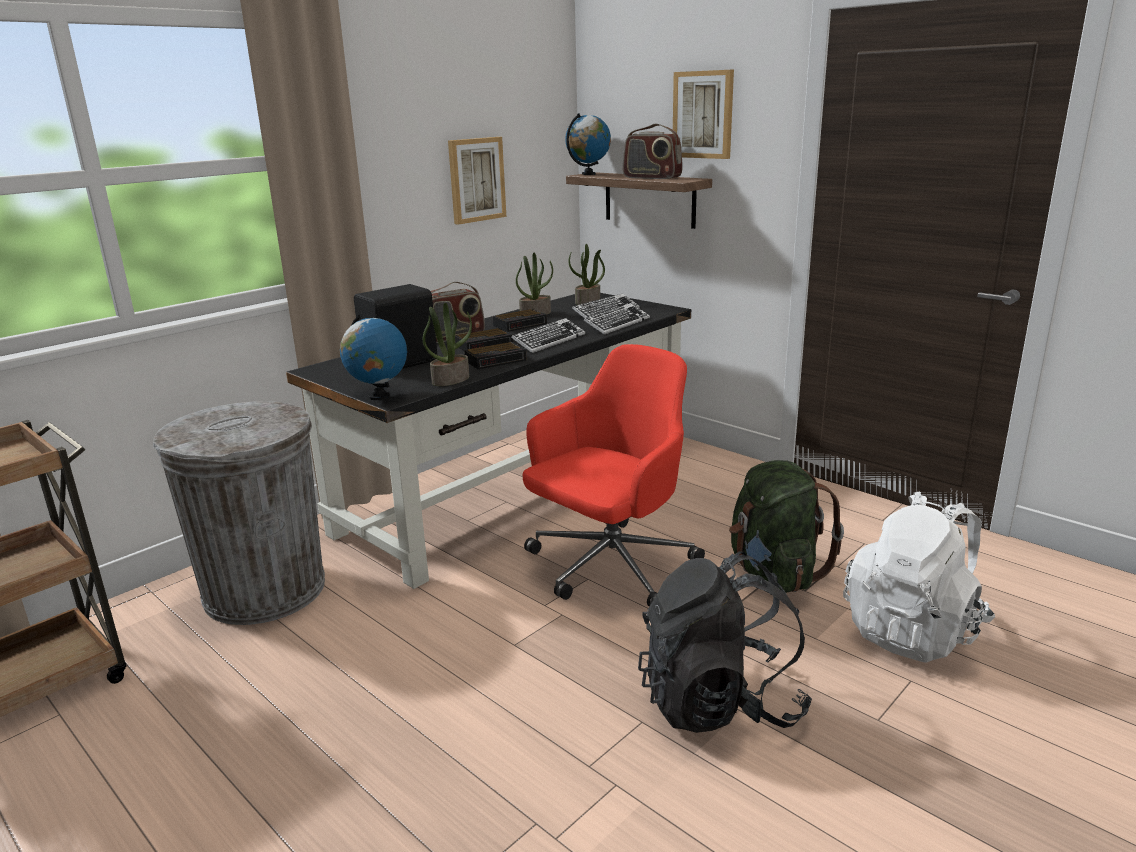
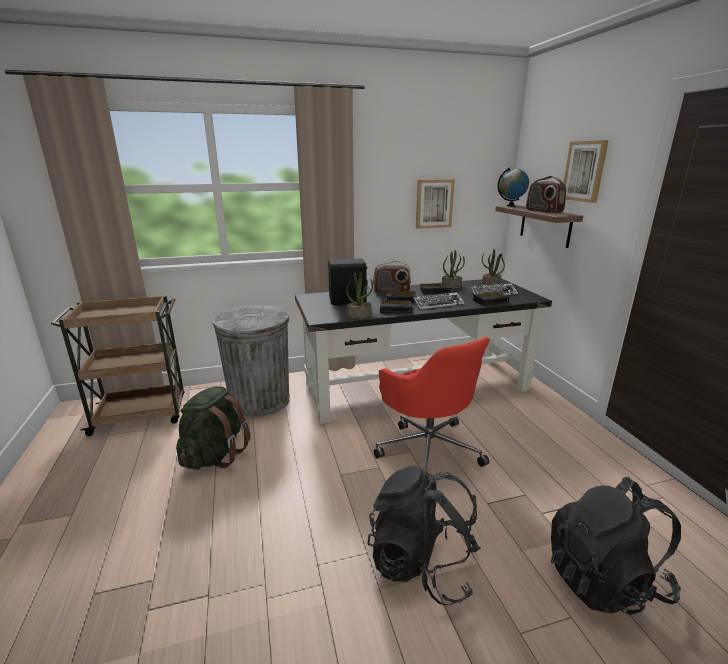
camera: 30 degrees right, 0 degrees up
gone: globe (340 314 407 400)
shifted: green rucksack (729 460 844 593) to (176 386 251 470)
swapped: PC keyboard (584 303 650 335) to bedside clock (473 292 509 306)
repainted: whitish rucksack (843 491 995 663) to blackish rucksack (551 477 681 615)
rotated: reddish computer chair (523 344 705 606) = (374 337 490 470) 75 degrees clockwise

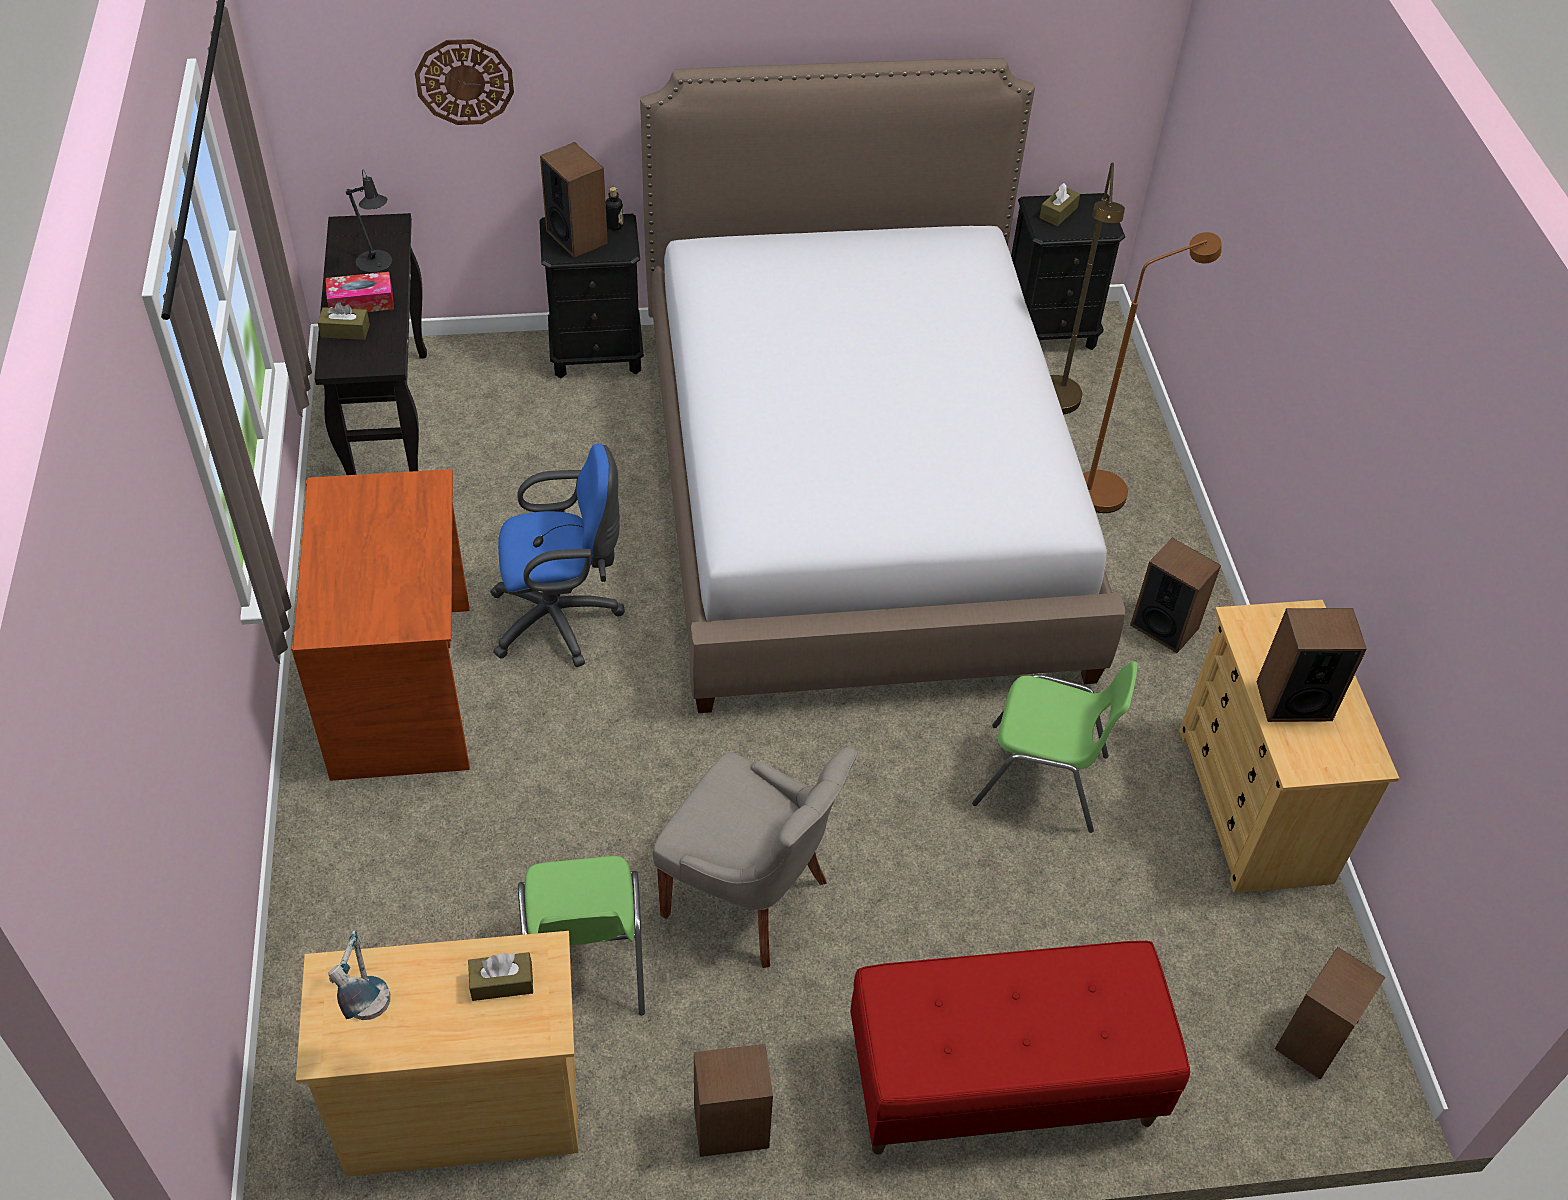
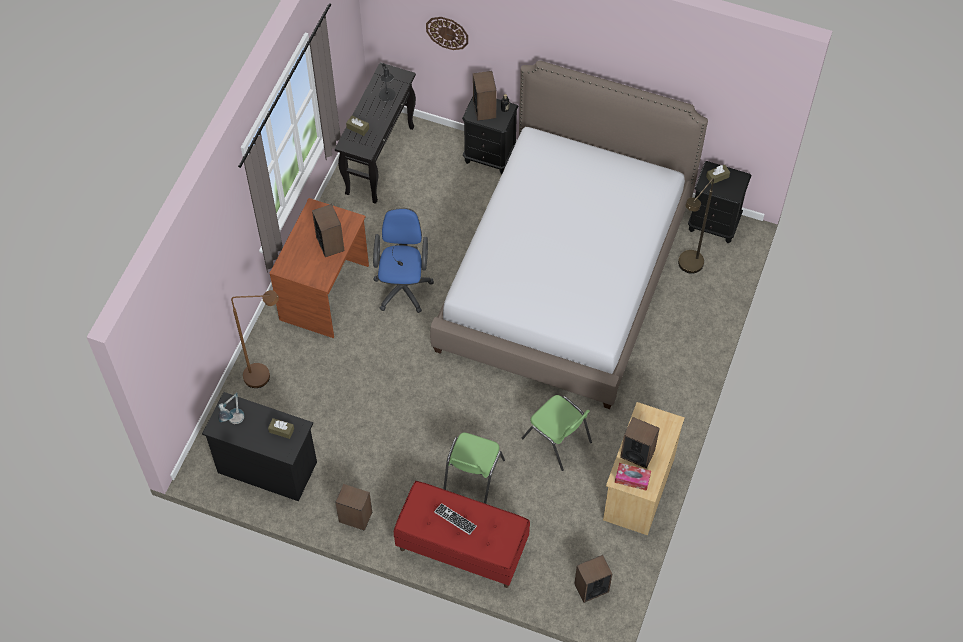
camera: 30 degrees right, 10 degrees up
gone: gray plain chair (653 747 858 968)
new: PC keyboard (434 503 477 535)
shifted: brown standing lamp (1083 232 1221 513) to (231 290 279 388); tissue box (326 272 394 312) to (615 463 651 491); speaker (1130 537 1221 653) to (312 204 345 257); green plain chair (518 856 645 1015) to (443 433 505 504)
repainted: sand-coloured drawer chest (296 931 579 1177) to blackish drawer chest (202 392 317 501)
rotated: blue computer chair (490 444 625 667) = (373 208 434 313) 105 degrees counterclockwise

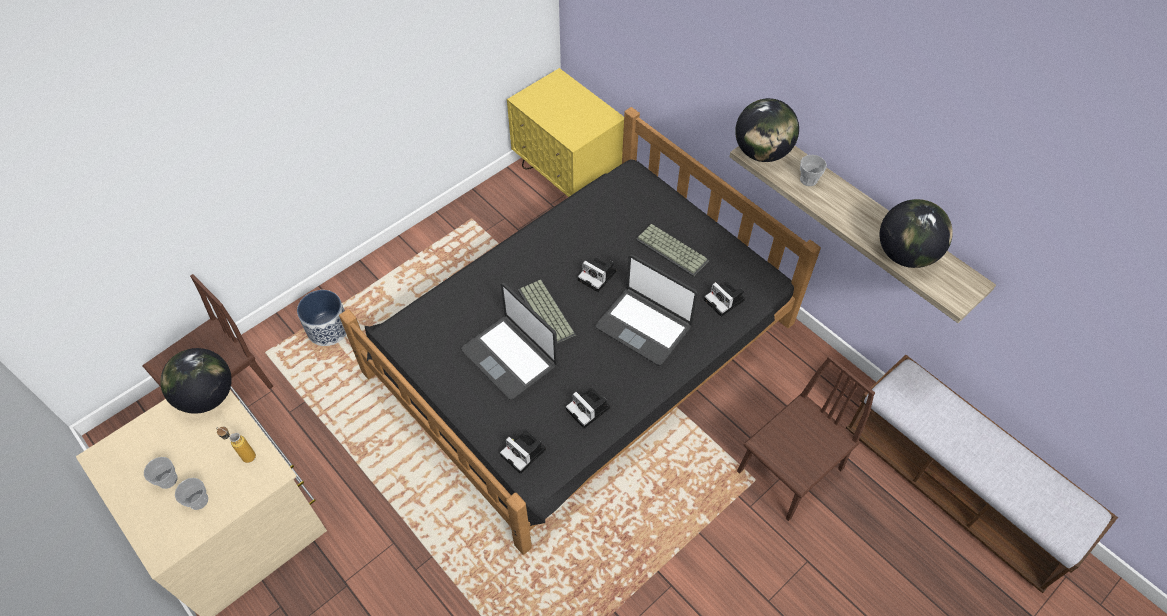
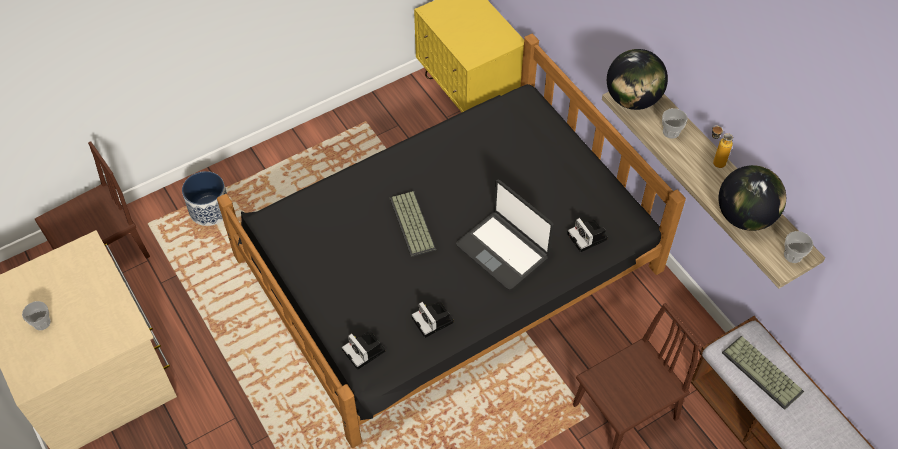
camera: 10 degrees right, 0 degrees up
gone: photo camera (578 258 616 292); portable computer (461 283 558 400); globe (160 348 232 414)
shifted: PC keyboard (635 224 709 277) to (722 336 804 410); bottle (216 427 256 463) to (712 125 733 168); cup (175 478 208 510) to (784 231 813 263)

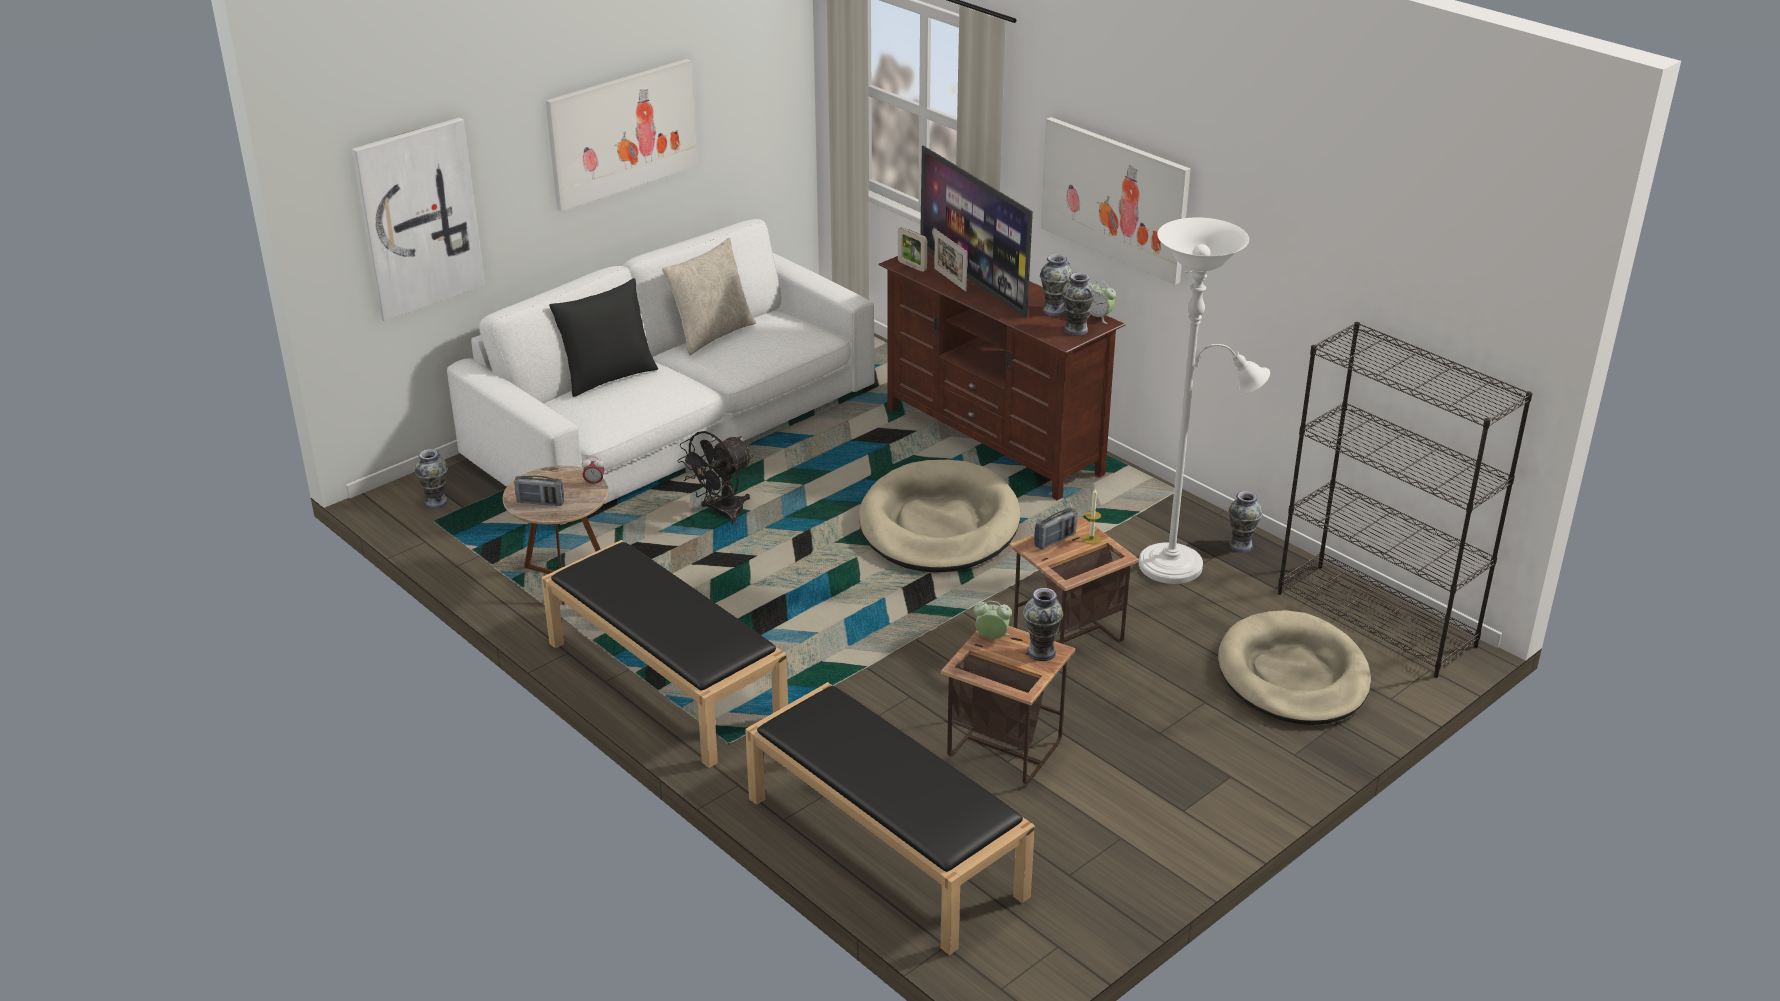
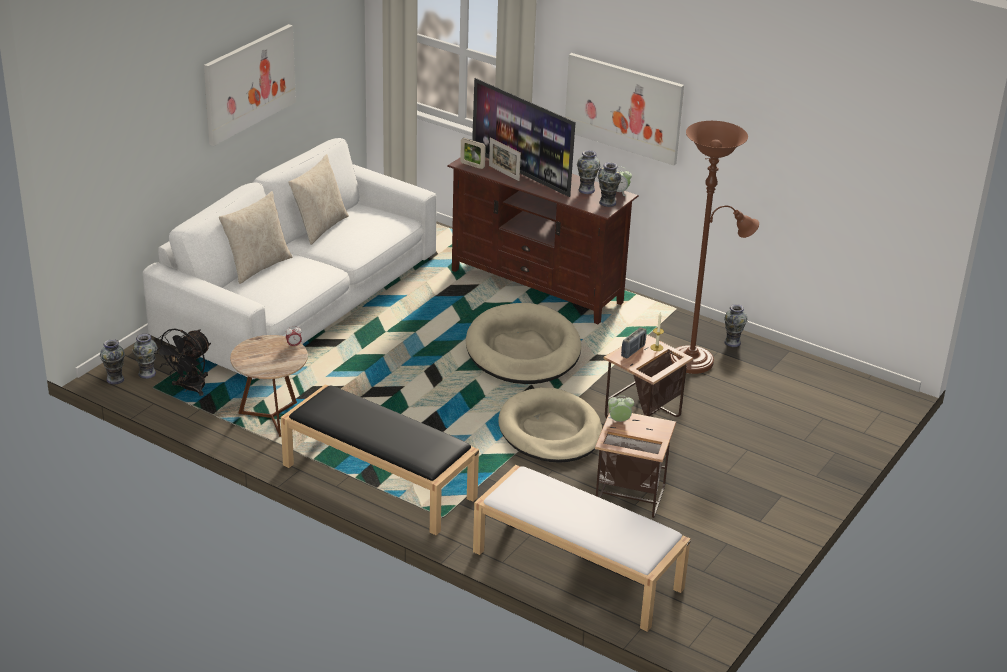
camera: 15 degrees left, 0 degrees up
gone: picture (352 117 485 321); blackish bookshelf (1278 322 1532 677); radio set (514 475 564 506)
shifted: blackish cooling fan (677 431 753 524) to (154 329 211 396); flower vase (1023 588 1063 661) to (100 339 125 384); sand-coloured dog bed (1218 610 1371 725) to (498 387 602 463)
repainted: whitish standing lamp (1139 217 1270 584) to brown standing lamp (670 121 759 374); blackish throw pillow (549 278 658 397) to sand-coloured throw pillow (219 191 293 284); blackish indoor bench (745 682 1035 955) to whitish indoor bench (473 465 691 632)

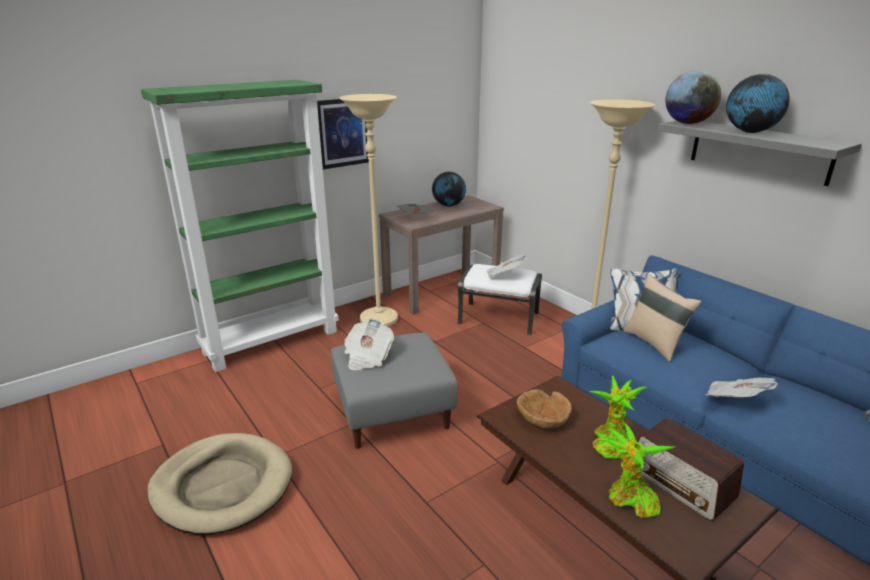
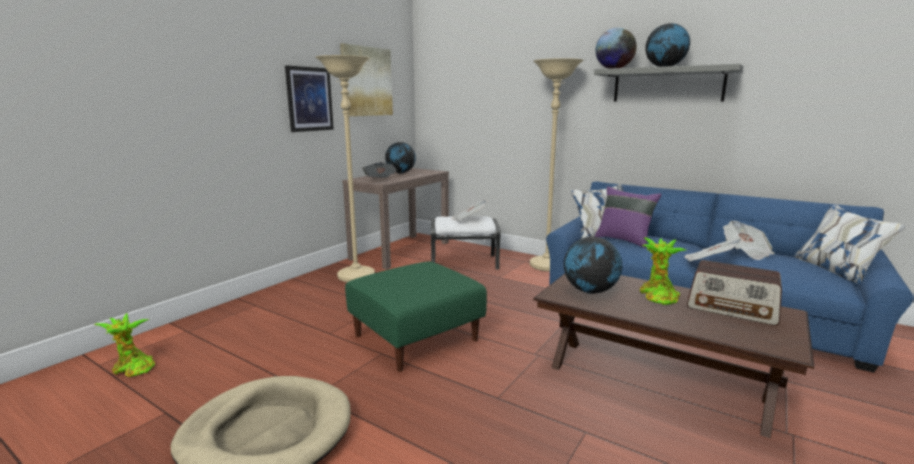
camera: 20 degrees left, 10 degrees down
gone: green bookshelf (141 80 339 372)
new: picture (340 43 393 116)
shifted: newspaper (344 318 394 370) to (723 221 775 260); potted plant (599 423 675 518) to (94 313 155 377)
swapped: brown bowl (517 389 572 429) to globe (564 237 622 294)
repainted: sand-coloured throw pillow (623 274 702 362) to purple-coloured throw pillow (595 186 661 248); gray ottoman (331 333 458 449) to green ottoman (345 262 487 372)

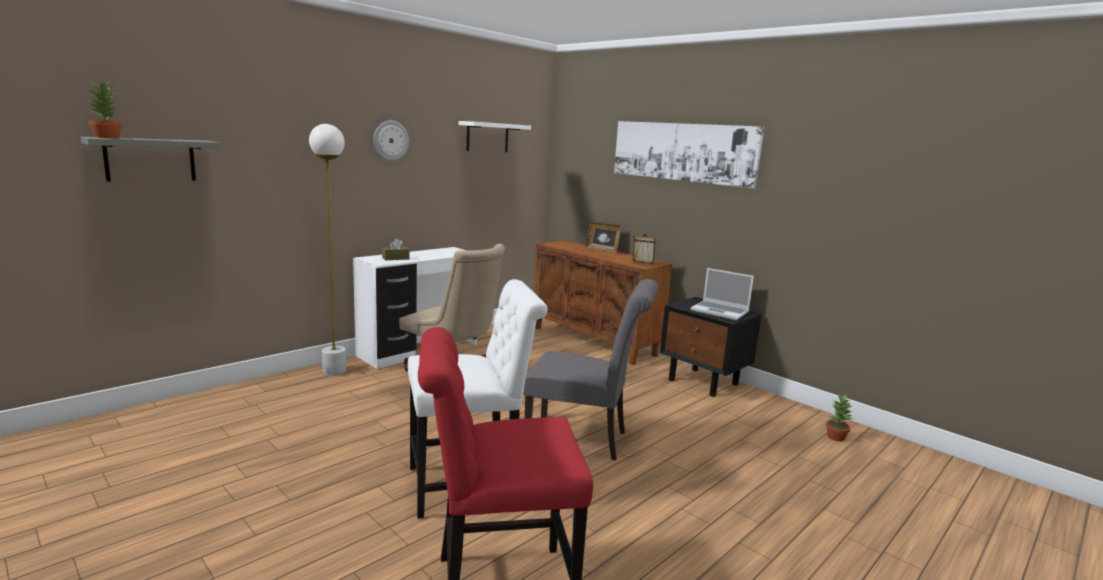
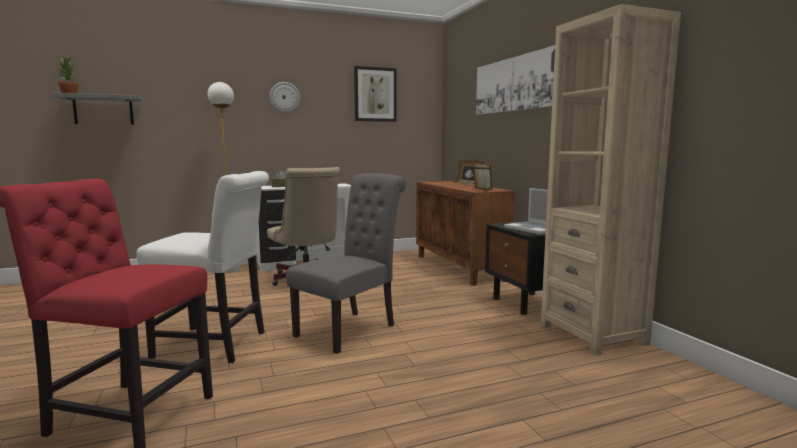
camera: 25 degrees right, 5 degrees down
gone: potted plant (826 394 854 442)
new: sand-coloured bookshelf (541 4 681 356)
swapped: whitish bracket shelf (459 121 531 152) to picture (354 66 397 122)
rotated: gray plain chair (523 279 658 461) = (286 173 406 354) 90 degrees counterclockwise

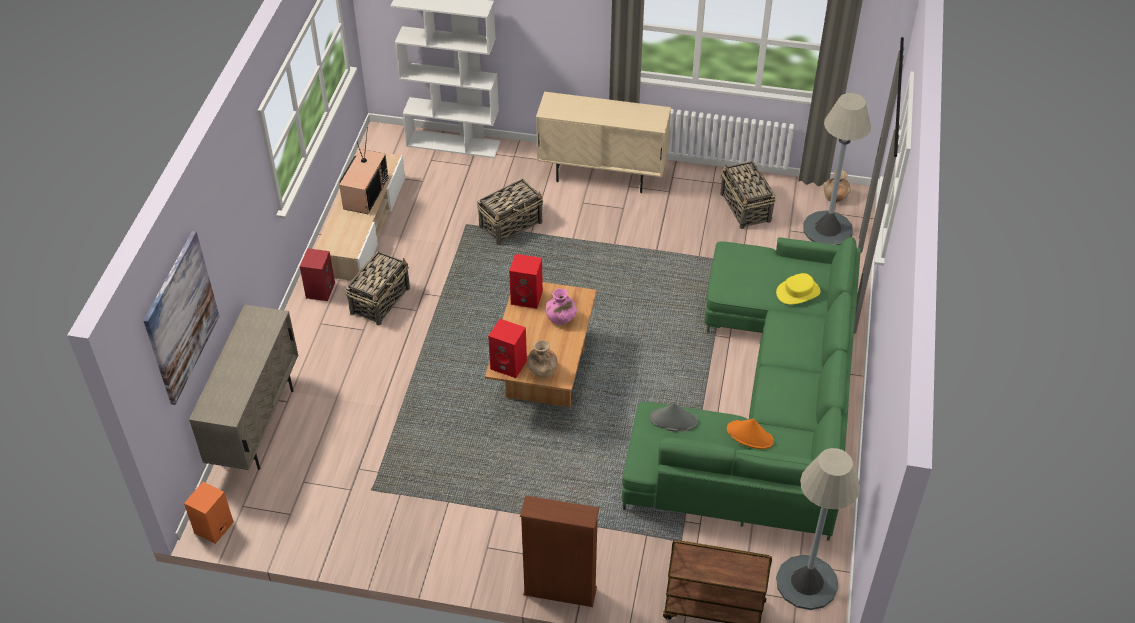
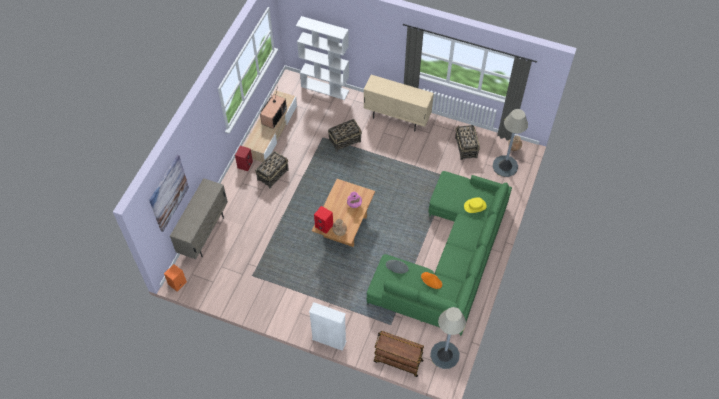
camera: 10 degrees right, 10 degrees up
gone: reddish speaker (509 254 543 309)
repainted: brown bookshelf (520 495 599 607) to whitish bookshelf (309 302 347 351)

